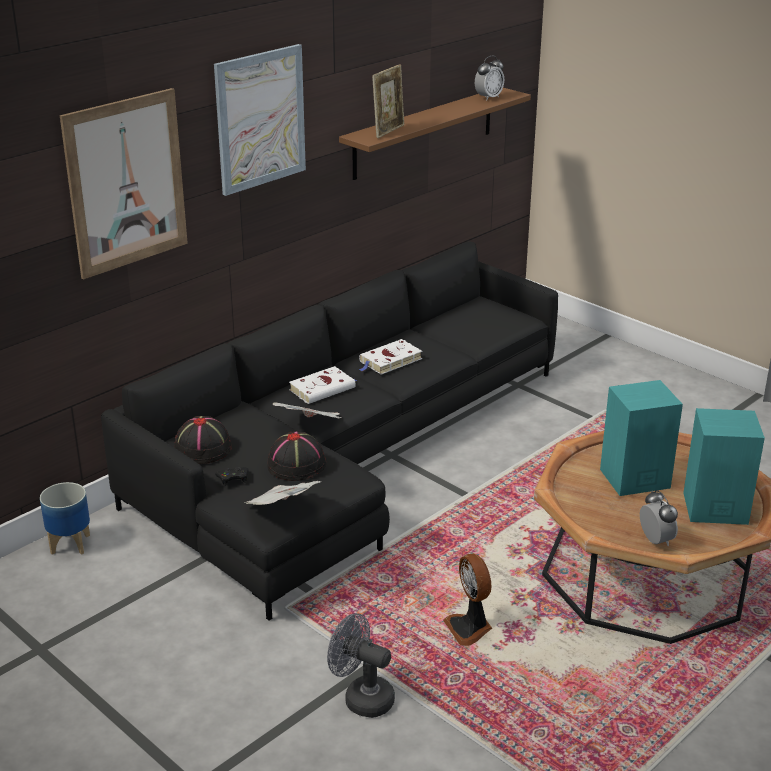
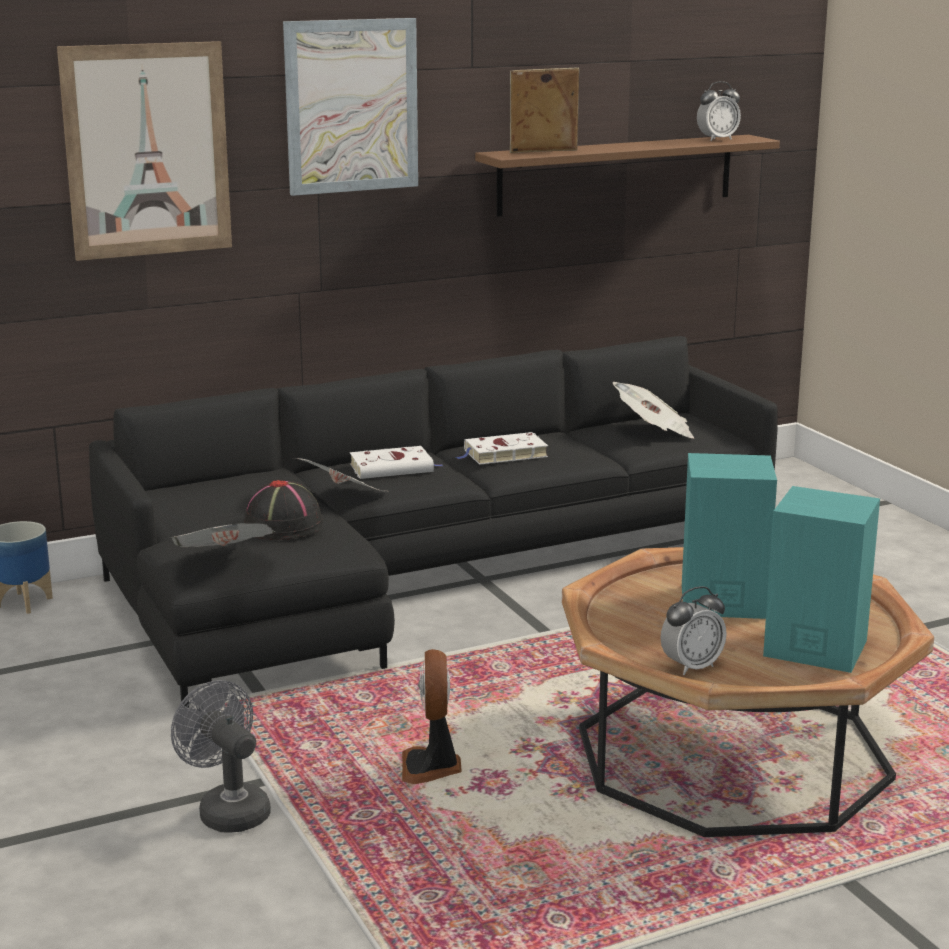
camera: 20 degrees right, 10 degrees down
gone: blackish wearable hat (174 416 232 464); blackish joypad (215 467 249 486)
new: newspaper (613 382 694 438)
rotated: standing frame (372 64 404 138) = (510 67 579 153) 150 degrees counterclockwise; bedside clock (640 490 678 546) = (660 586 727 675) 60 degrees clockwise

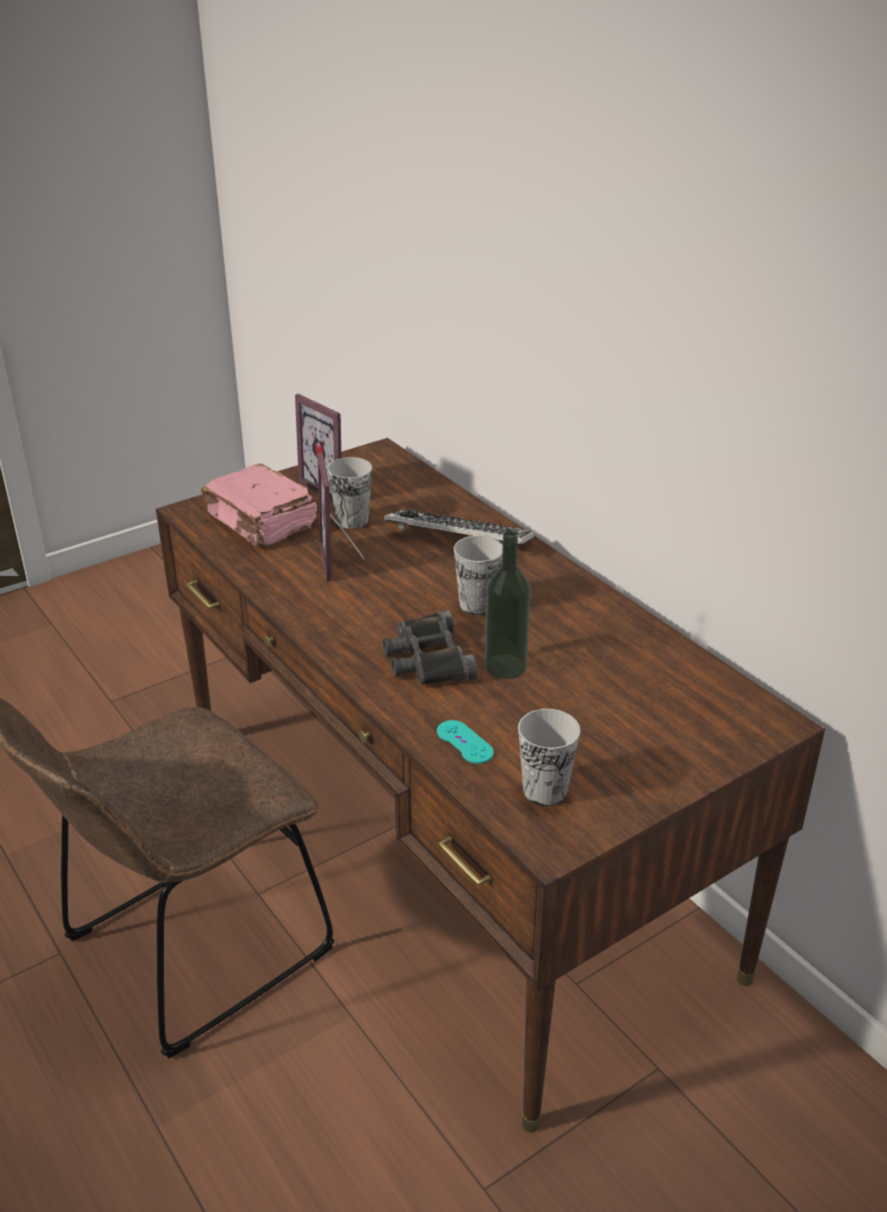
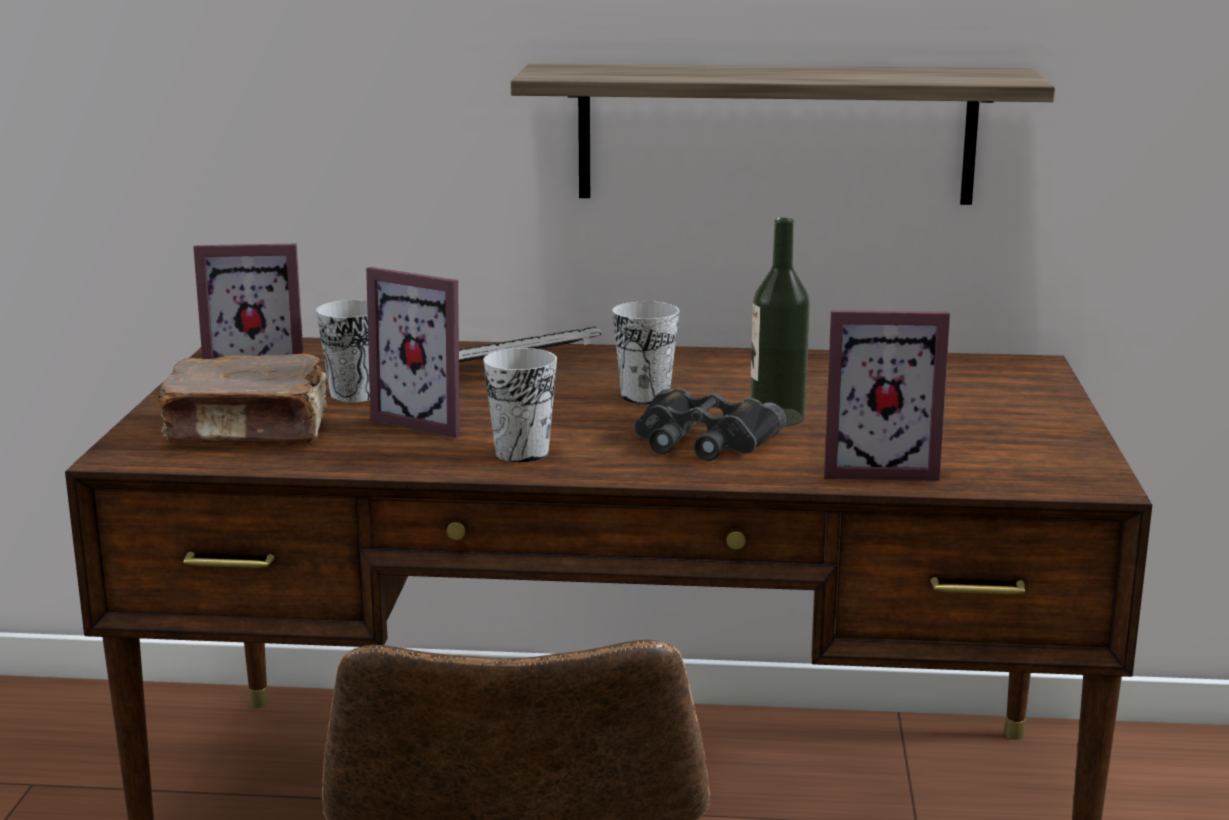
camera: 50 degrees left, 15 degrees down
new: bracket shelf (511 63 1055 205)
shifted: cup (518 709 580 806) to (483 348 557 462)
swapped: turquoise joypad (437 720 494 764) to standing frame (824 310 950 481)
repainted: pinkish book (201 463 317 548) to brown book (157 353 327 445)

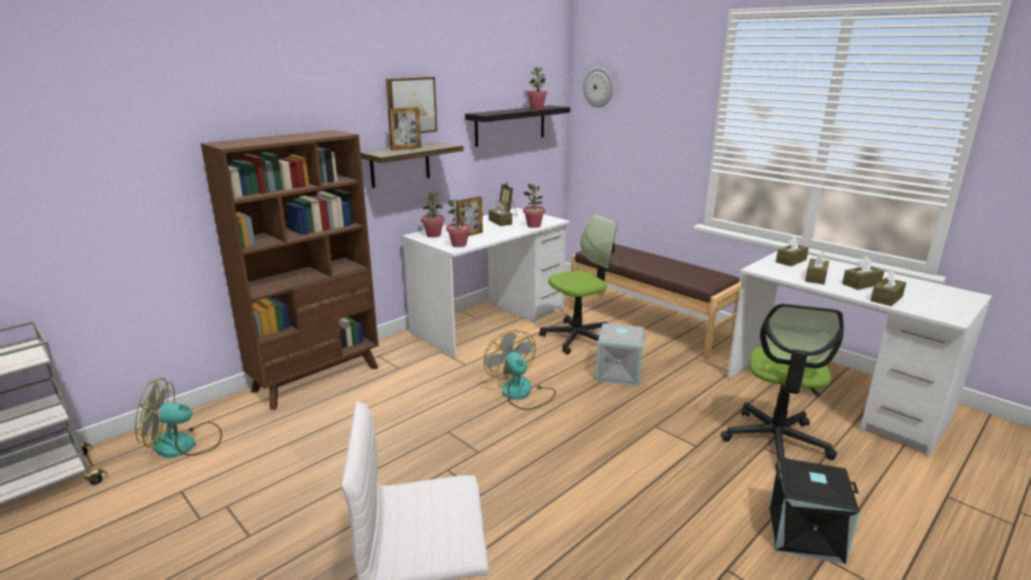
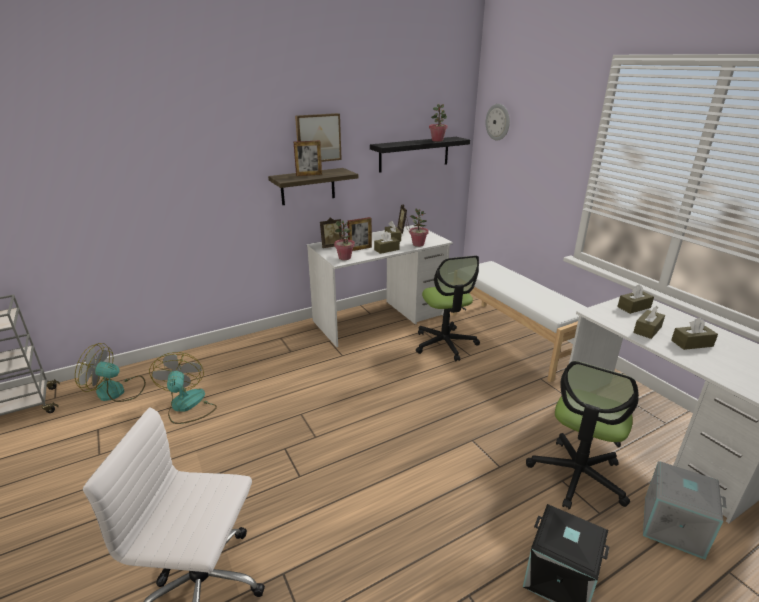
camera: 15 degrees right, 5 degrees up
gone: brown bookshelf (201 130 379 410)
shifted: brown tissue box (871 270 906 306) to (374 231 400 254); gray storage container (596 323 647 386) to (643 461 727 560); cooling fan (484 330 556 410) to (149 352 217 424)
swapped: potted plant (421 192 445 237) to standing frame (320 217 343 248)
repainted: brown indoor bench (569 244 741 360) to whitish indoor bench (451 261 587 382)
rotated: computer chair (539 215 617 354) = (416 256 480 361) 90 degrees clockwise

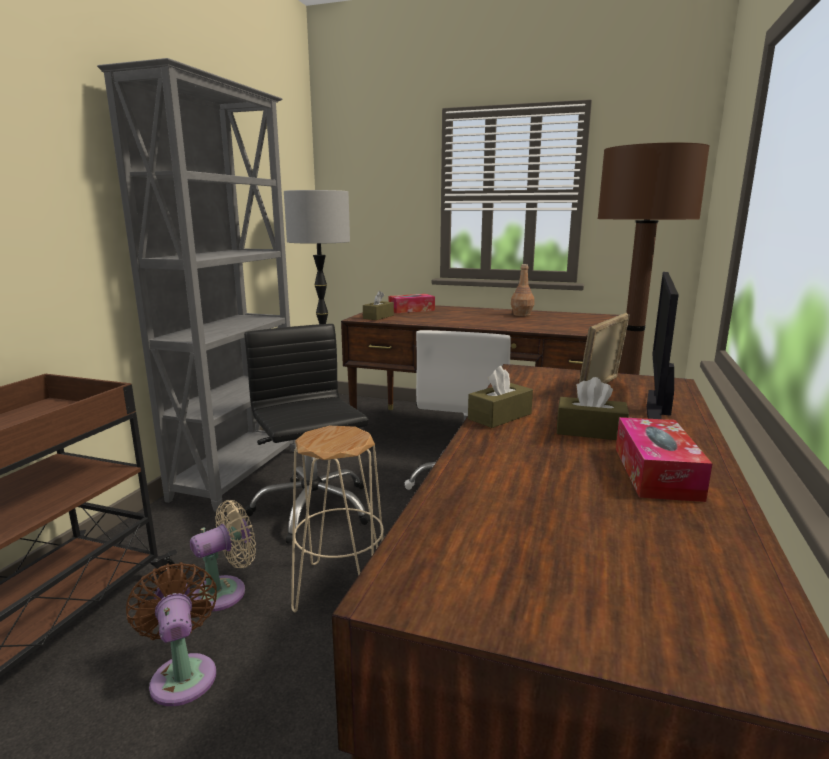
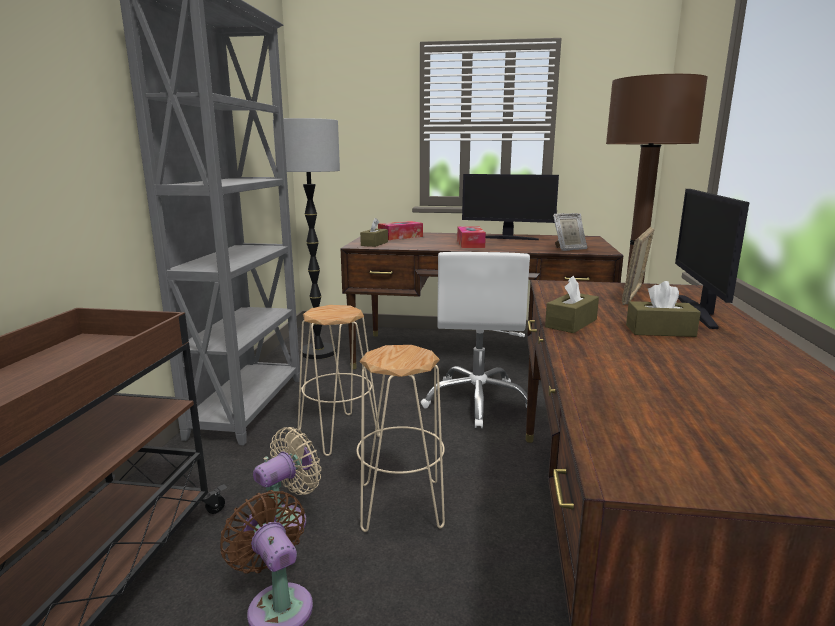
camera: 10 degrees left, 0 degrees up
new: standing frame (553 213 587 251)
shifted: tissue box (616 417 712 502) to (457 226 486 248)
swapped: brown bottle (511 264 534 316) to computer display (462 174 559 240); blackish computer chair (244 324 371 544) to sand-coloured stool seat (297 305 380 456)

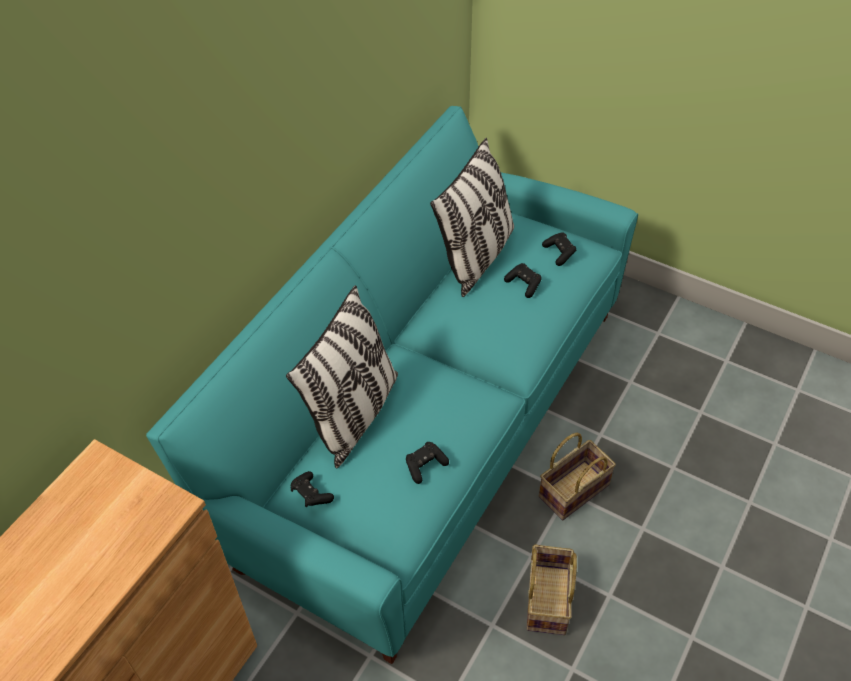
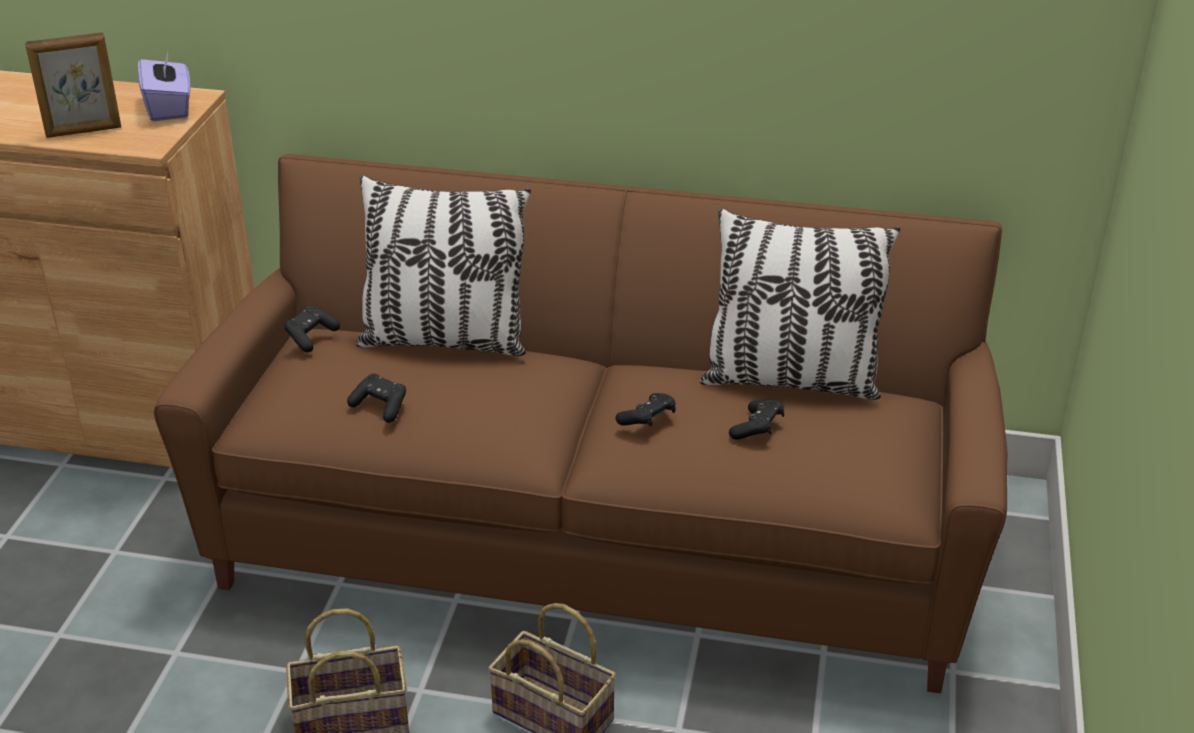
camera: 70 degrees right, 15 degrees down
new: standing frame (25 32 121 138); purple-coloured tissue box (138 48 191 121)
shifted: blackish joypad (542 233 576 266) to (616 393 676 427)
repainted: turquoise sofa (146 106 638 664) to brown sofa (154 154 1008 693)

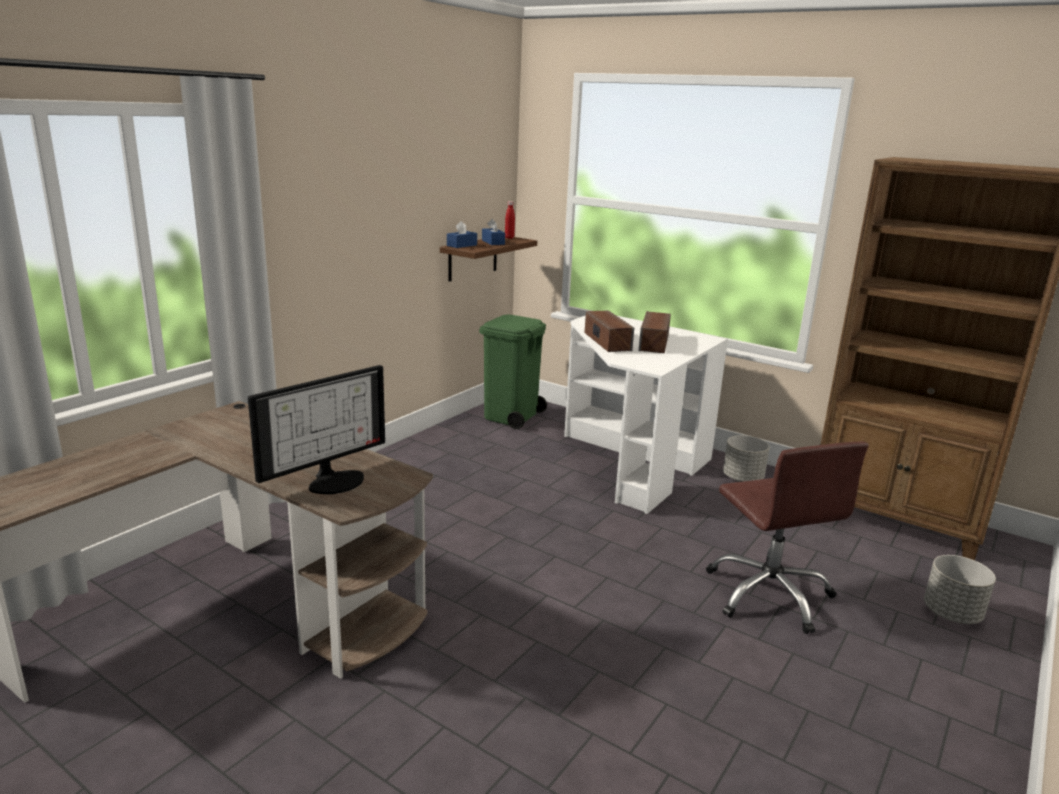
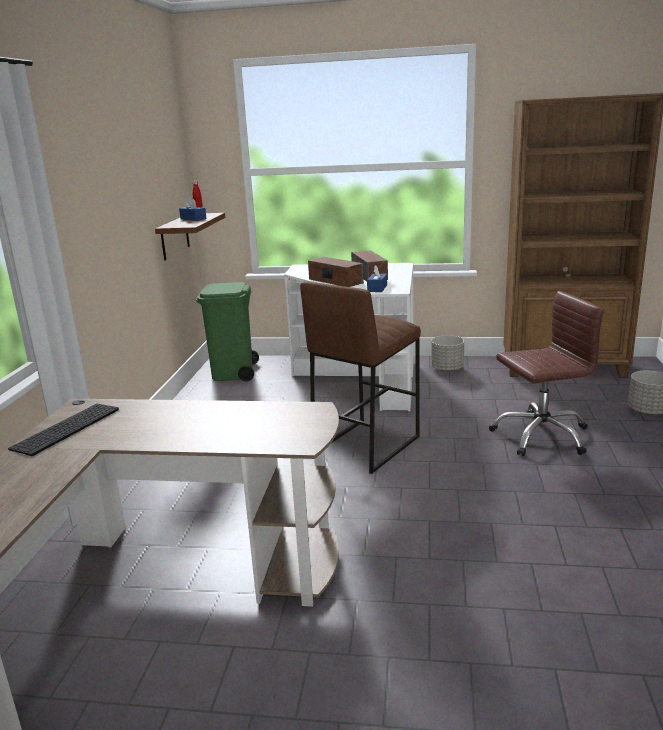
camera: 25 degrees left, 0 degrees up
gone: computer display (248 365 385 494)
new: brown stool seat (300 282 421 474); PC keyboard (8 404 119 456)
shifted: blue tissue box (447 221 477 248) to (367 265 387 292)
rotated: brown computer chair (706 441 868 634) = (489 291 604 456) 60 degrees counterclockwise

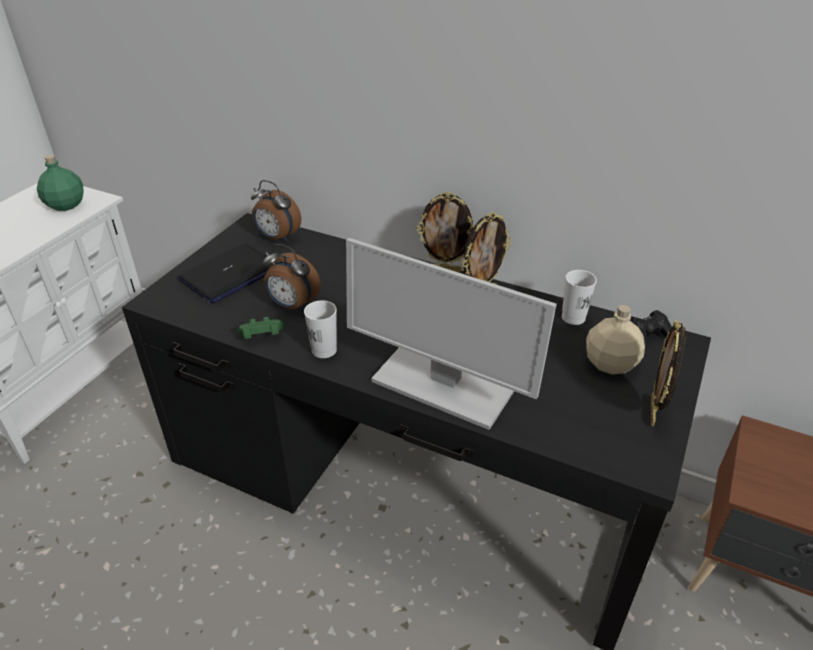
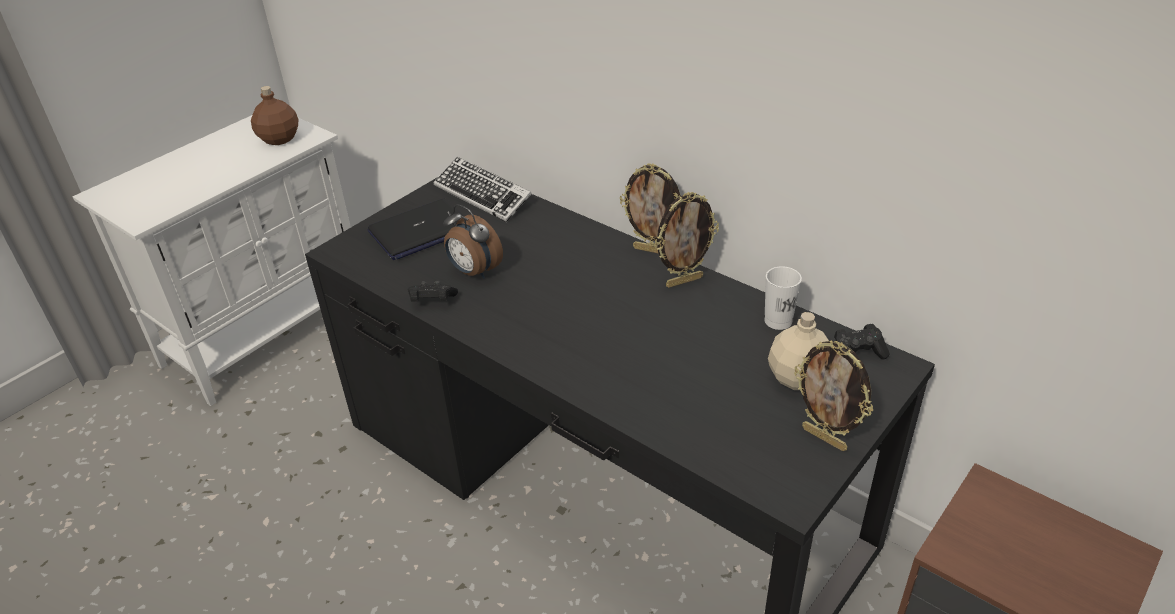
camera: 15 degrees right, 0 degrees up
gone: computer display (346 238 557 430); whitish cup (304 300 337 358)
swapped: bedside clock (251 180 301 242) to PC keyboard (433 157 532 222)
repainted: green bottle (37 155 83 211) to brown bottle (251 86 298 145); green joypad (237 317 284 339) to blackish joypad (408 281 458 302)
rotated: standing frame (651 320 686 426) = (794 341 873 451) 75 degrees counterclockwise

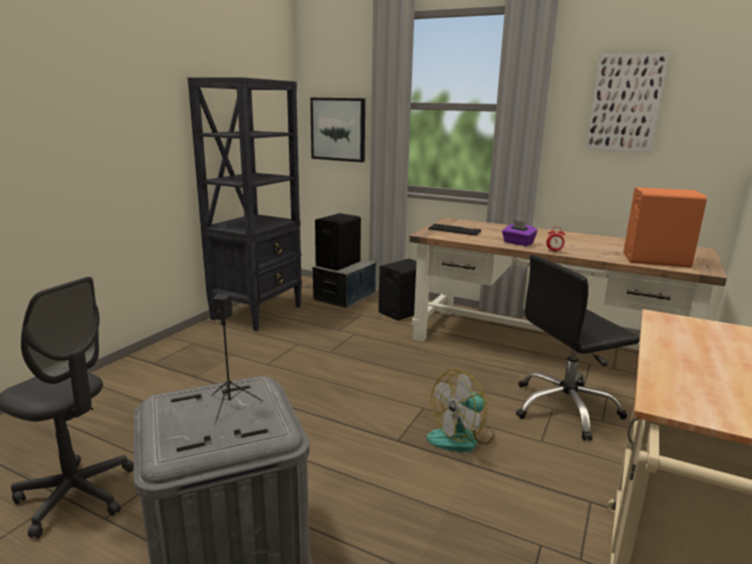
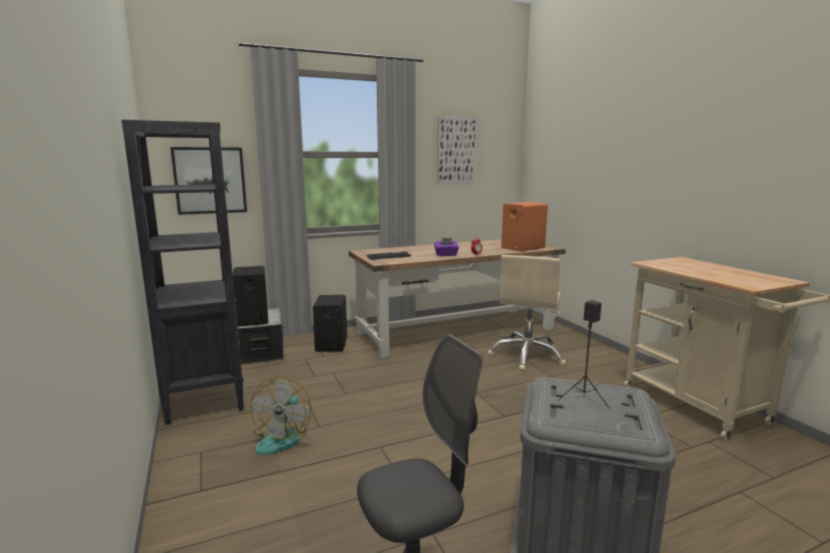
camera: 50 degrees left, 5 degrees down
shifted: cooling fan (427 369 495 452) to (251 377 312 455)
repainted: blackish computer chair (516 255 640 440) to sand-coloured computer chair (488 255 566 371)

